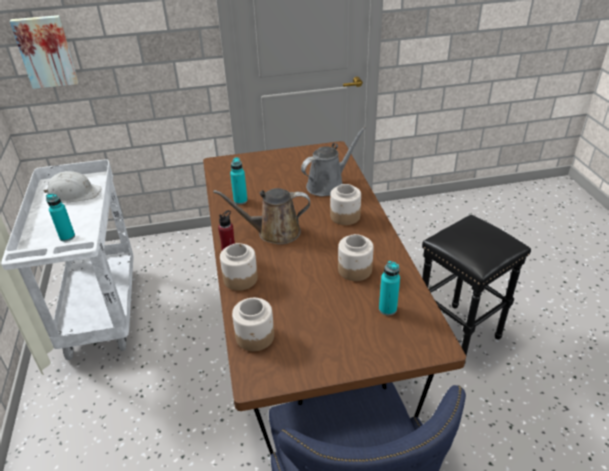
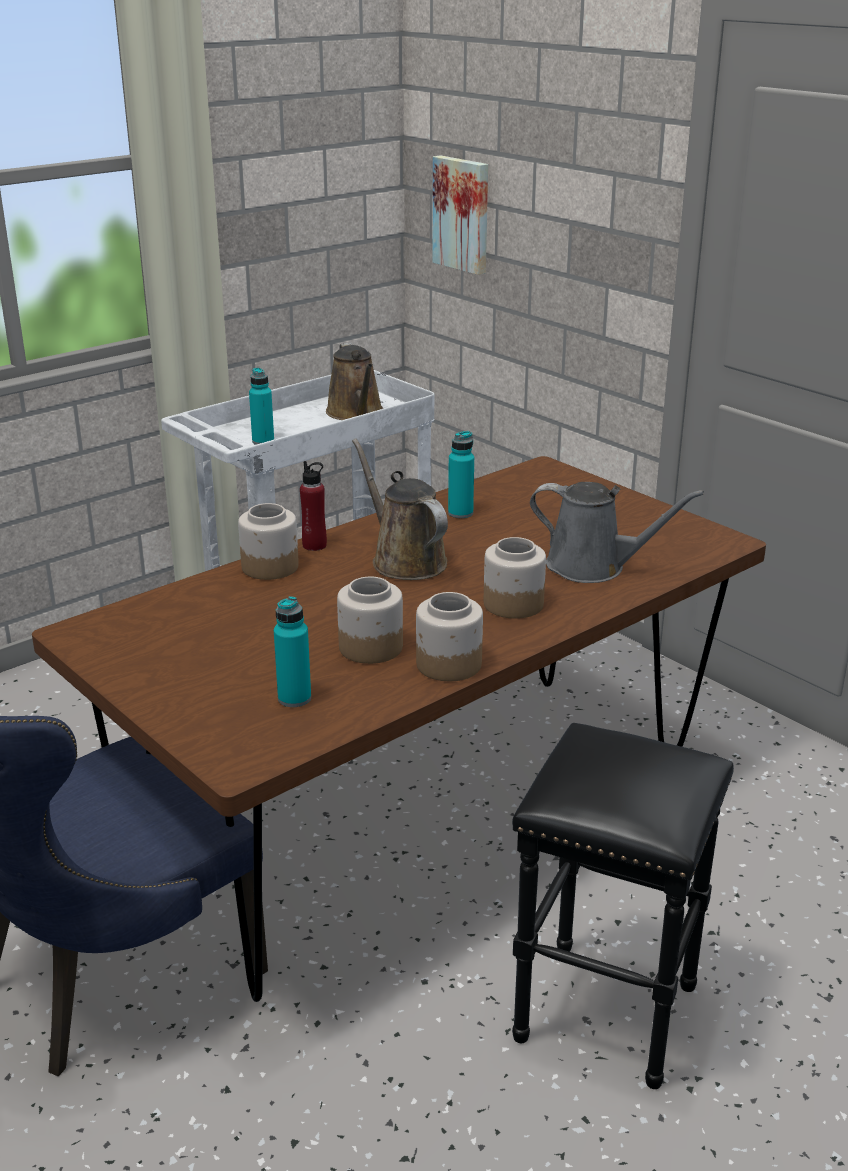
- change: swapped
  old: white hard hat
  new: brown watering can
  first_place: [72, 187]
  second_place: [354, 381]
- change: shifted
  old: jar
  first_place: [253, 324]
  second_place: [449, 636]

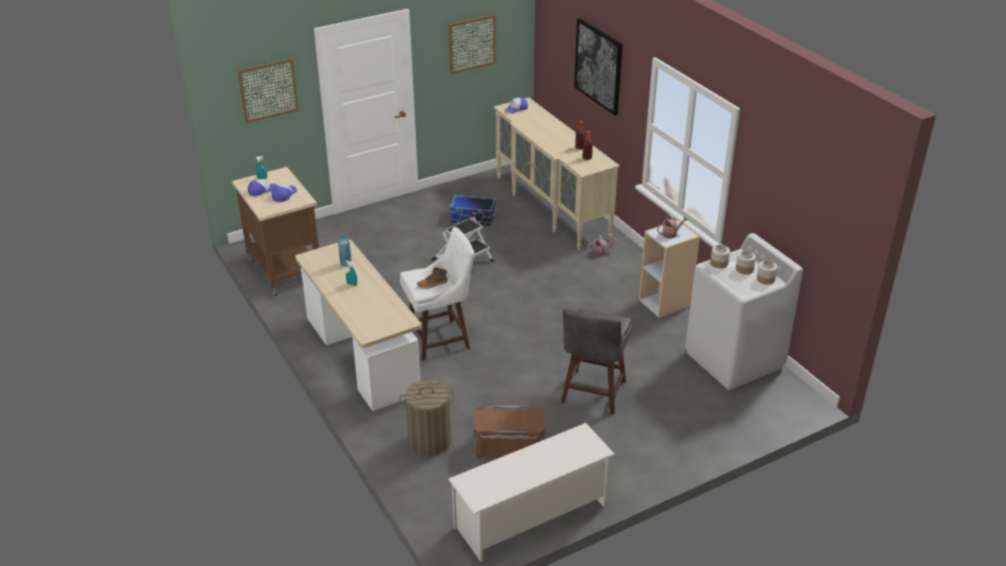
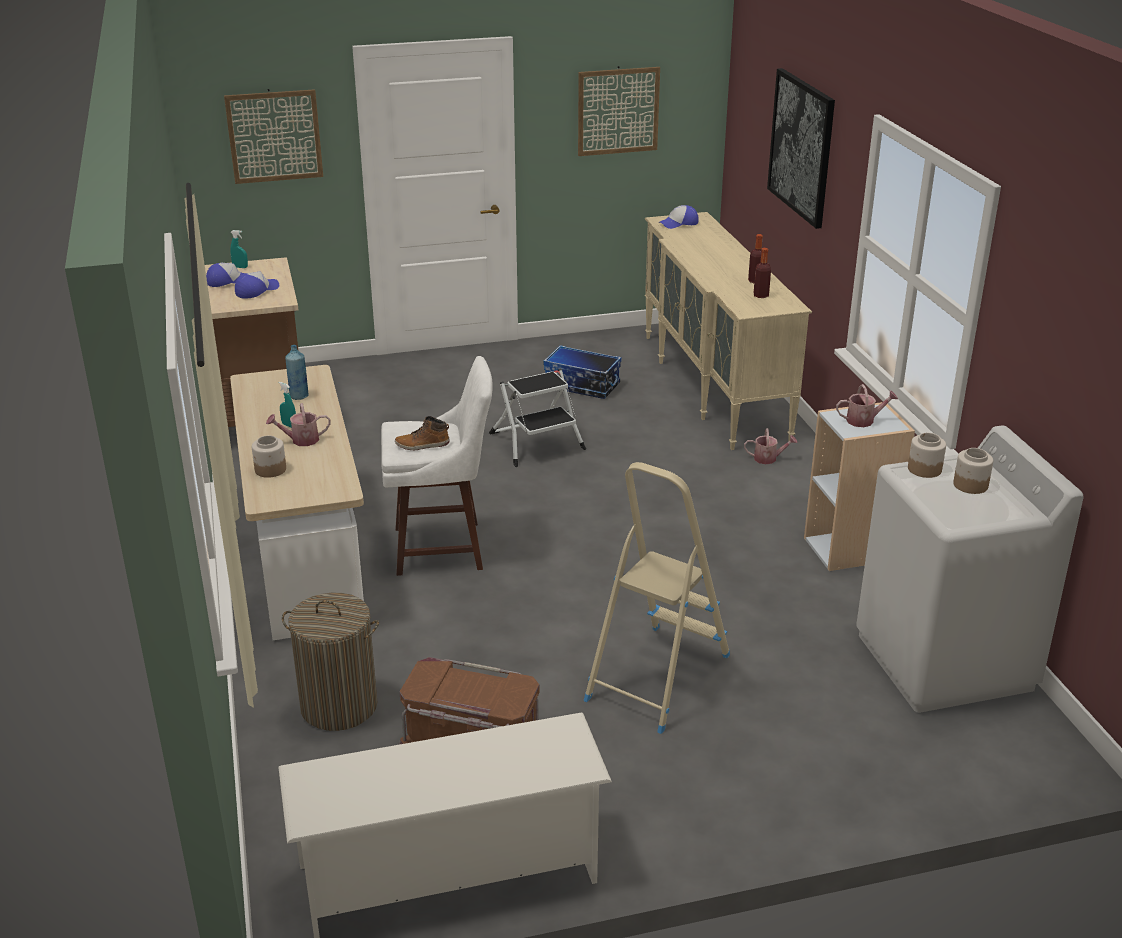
- change: shifted
  old: jar
  first_place: [767, 272]
  second_place: [269, 456]
- change: swapped
  old: grey stool
  new: beige step ladder
  first_place: [596, 361]
  second_place: [657, 598]
- change: new
  new: watering can
  second_place: [298, 424]

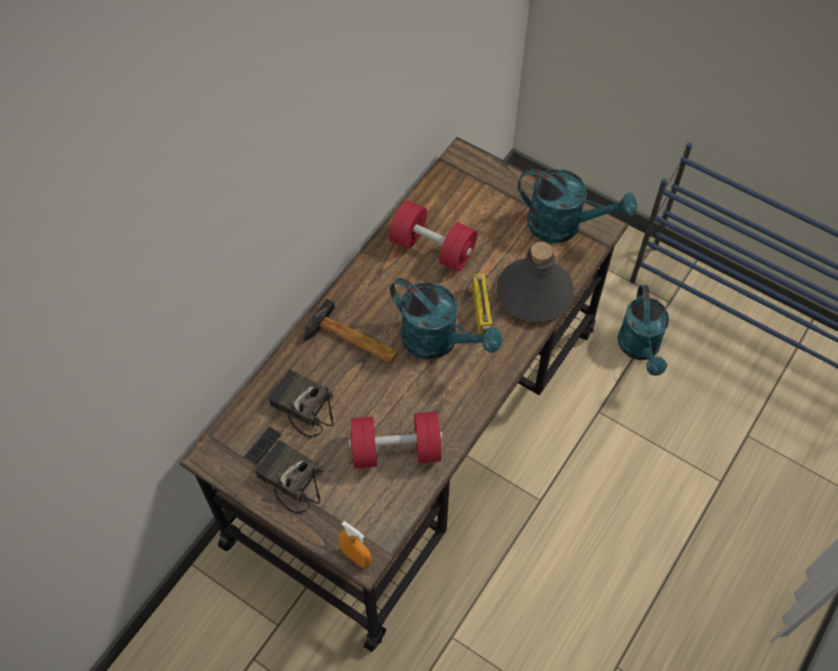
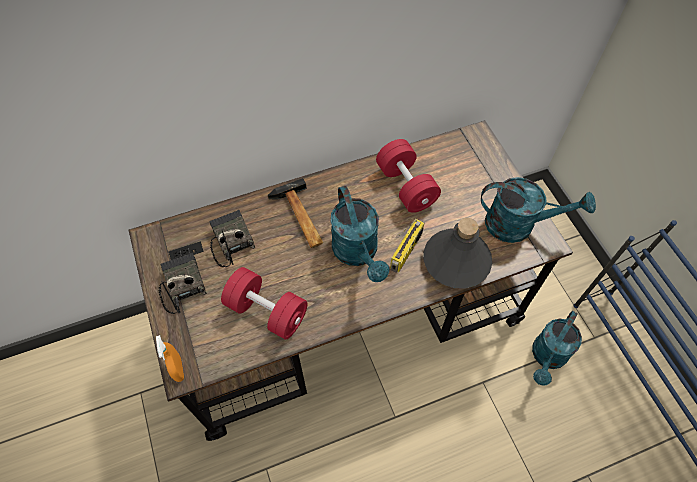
- change: rotated
  old: turquoise watering can
  first_place: [577, 206]
  second_place: [538, 210]
  degrees: -45

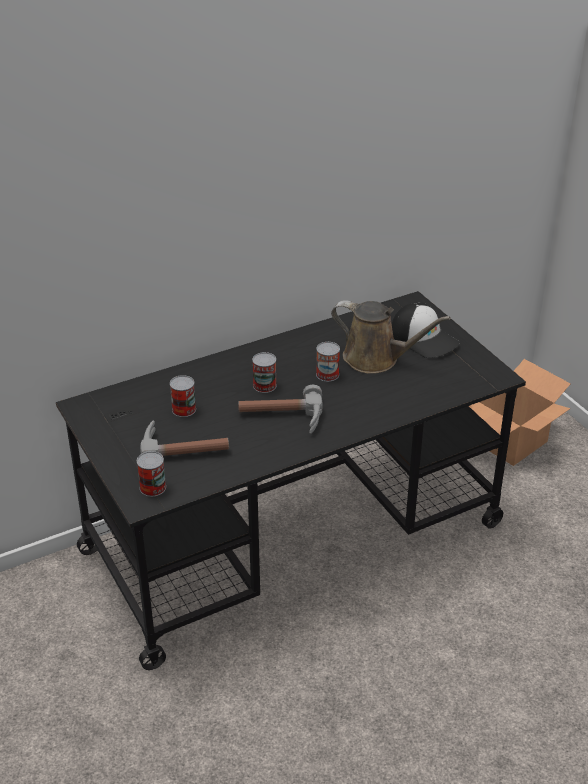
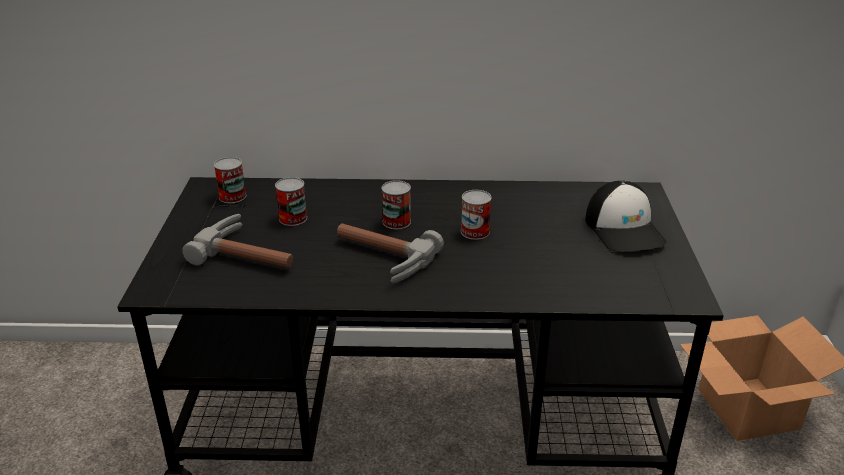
- change: gone
  old: brown watering can
  first_place: [391, 337]
- change: shifted
  old: can
  first_place: [151, 474]
  second_place: [230, 180]

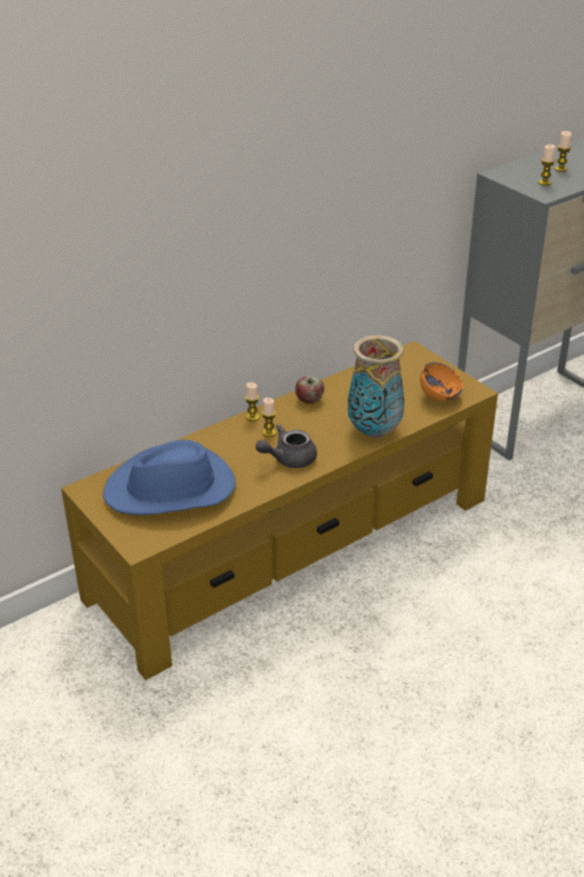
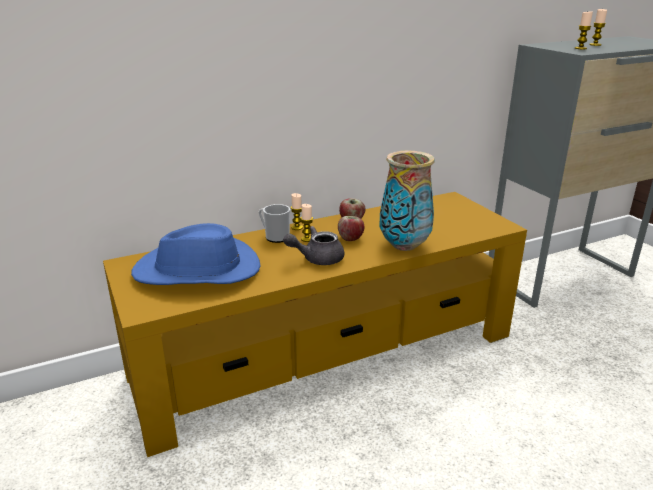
- change: gone
  old: orange bowl
  first_place: [441, 382]
- change: new
  new: mug
  second_place: [274, 223]
- change: new
  new: apple
  second_place: [351, 228]

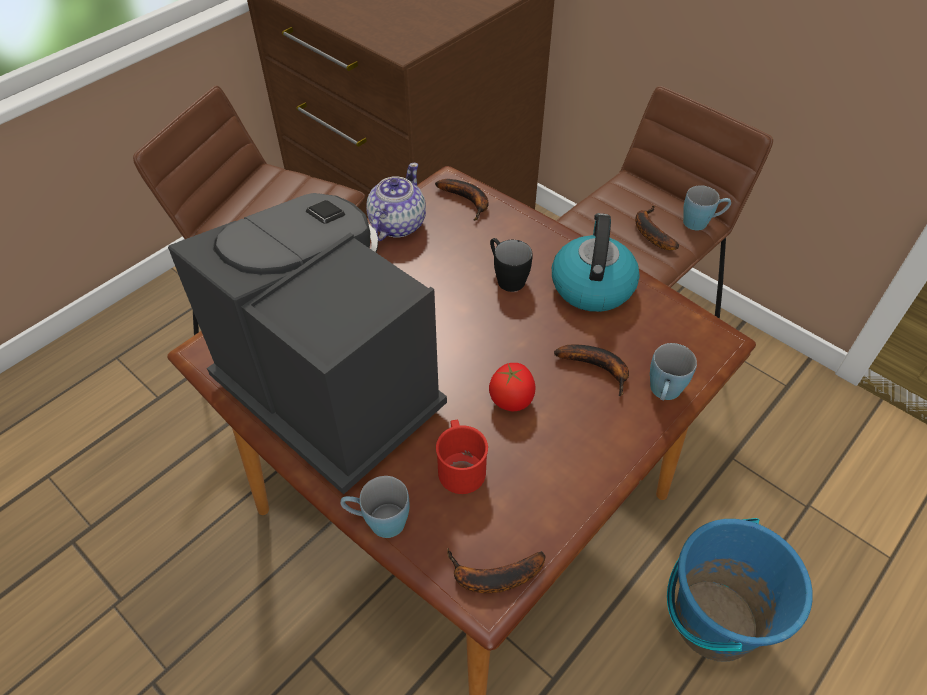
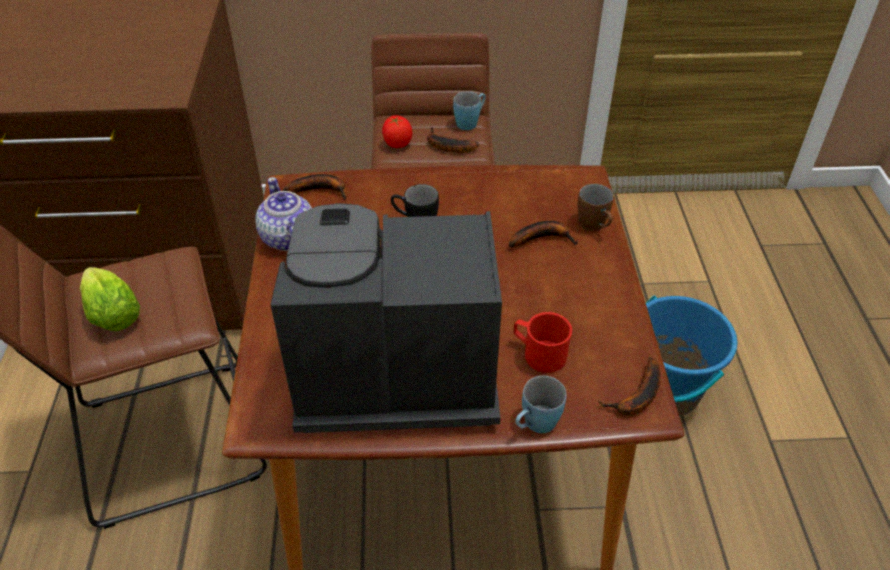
- change: gone
  old: kettle
  first_place: [596, 262]
- change: repainted
  old: blue mug
  new: brown mug
  first_place: [673, 372]
  second_place: [595, 207]
- change: shifted
  old: tomato
  first_place: [512, 387]
  second_place: [397, 131]
- change: new
  new: lettuce
  second_place: [110, 299]

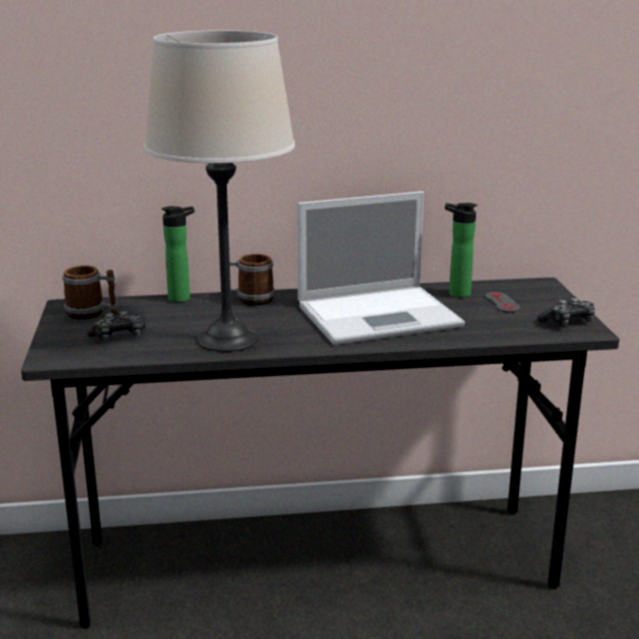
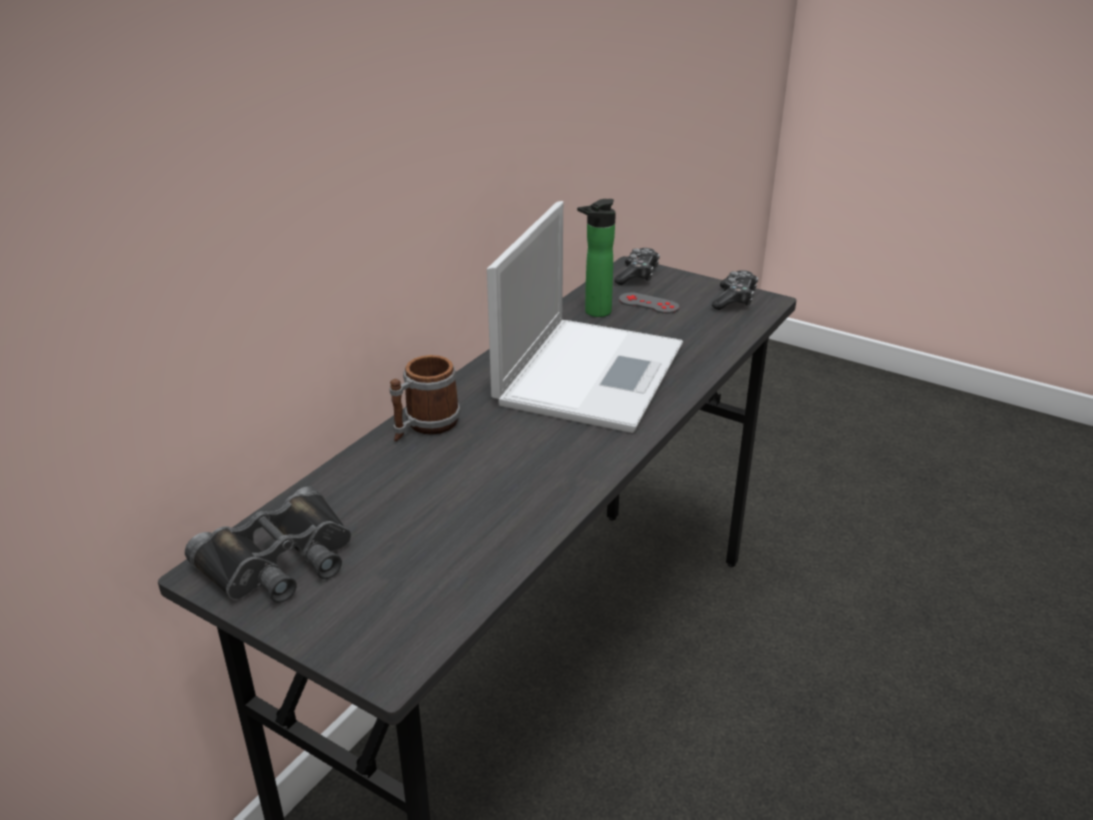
- change: gone
  old: beige table lamp
  first_place: [219, 191]
- change: gone
  old: bottle
  first_place: [178, 254]
- change: swapped
  old: mug
  new: black binoculars
  first_place: [90, 292]
  second_place: [268, 544]
- change: shifted
  old: game controller
  first_place: [116, 326]
  second_place: [637, 266]

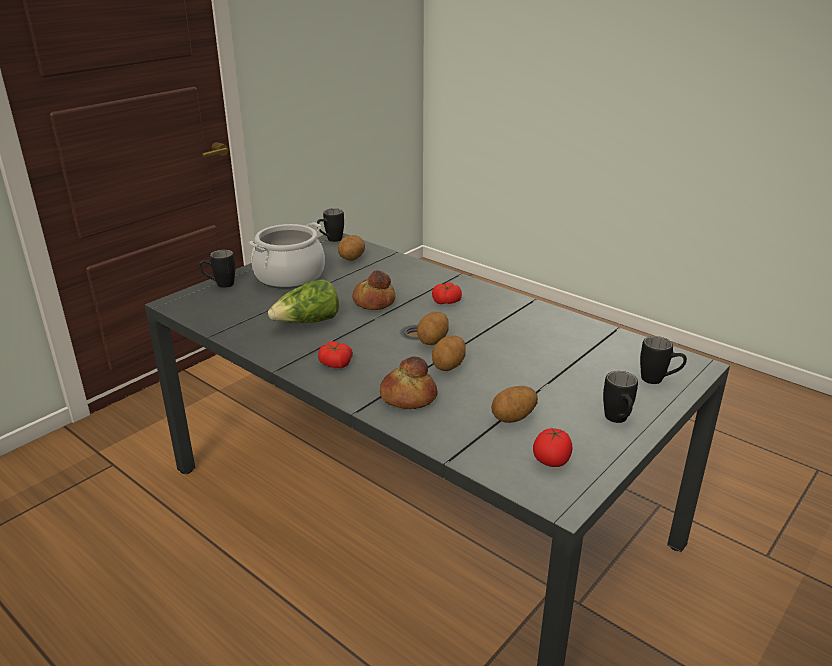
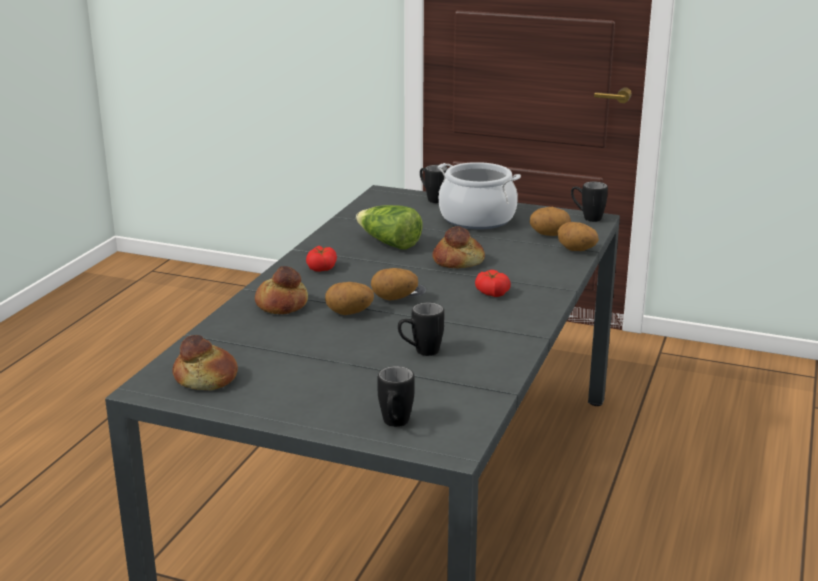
- change: shifted
  old: black mug
  first_place: [620, 397]
  second_place: [421, 329]
- change: shifted
  old: potato
  first_place: [514, 404]
  second_place: [578, 236]
- change: swapped
  old: tomato
  new: bread
  first_place: [552, 447]
  second_place: [205, 362]

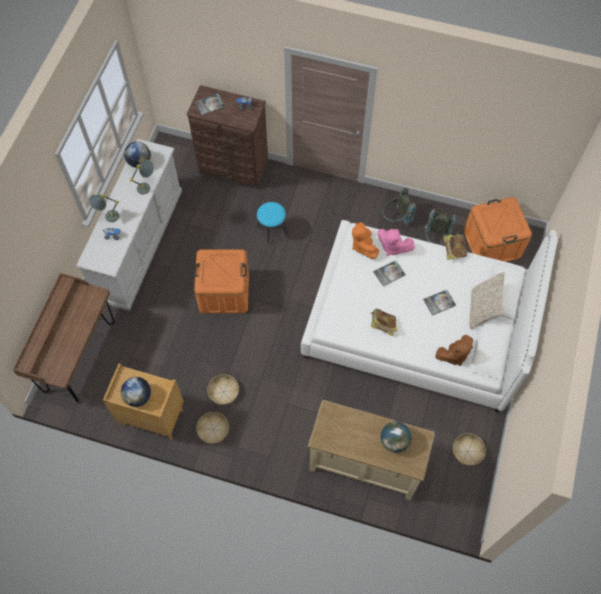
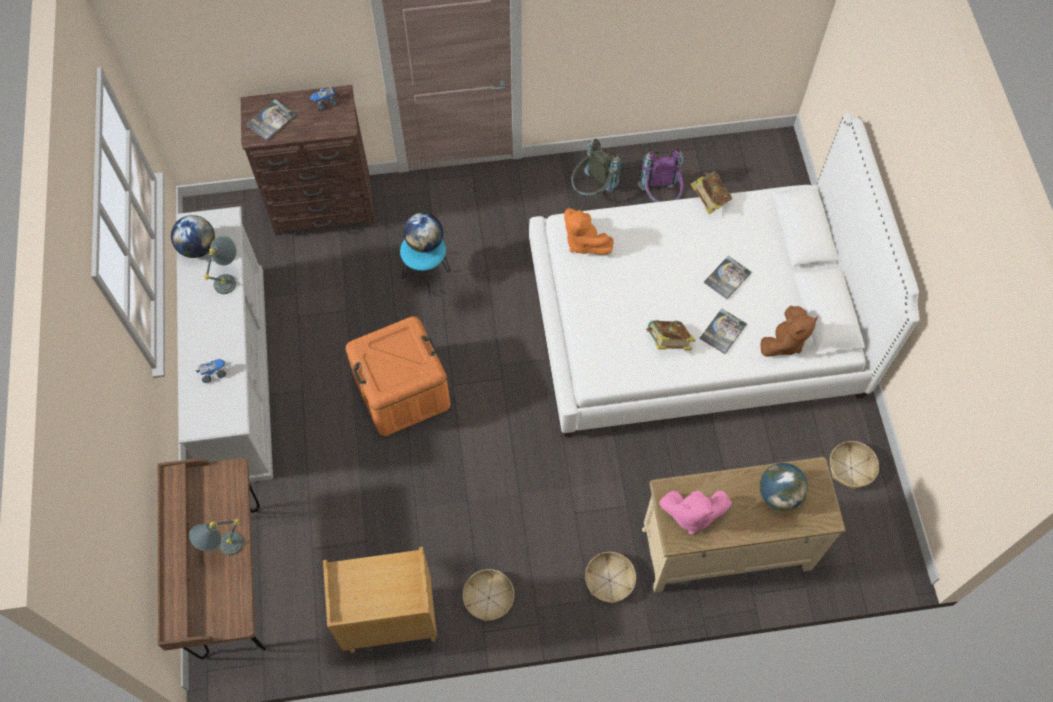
- change: shifted
  old: grey table lamp
  first_place: [104, 208]
  second_place: [216, 537]
- change: gone
  old: orange storage box
  first_place: [498, 229]
- change: repainted
  old: grey backpack
  new: purple backpack
  first_place: [440, 226]
  second_place: [661, 175]
- change: shifted
  old: pink plush toy
  first_place: [396, 242]
  second_place: [695, 512]
- change: shifted
  old: book
  first_place: [389, 273]
  second_place: [723, 331]
- change: gone
  old: beige pillow
  first_place: [487, 301]
- change: shifted
  old: basket
  first_place: [223, 389]
  second_place: [610, 577]
- change: shifted
  old: globe
  first_place: [136, 392]
  second_place: [423, 232]

